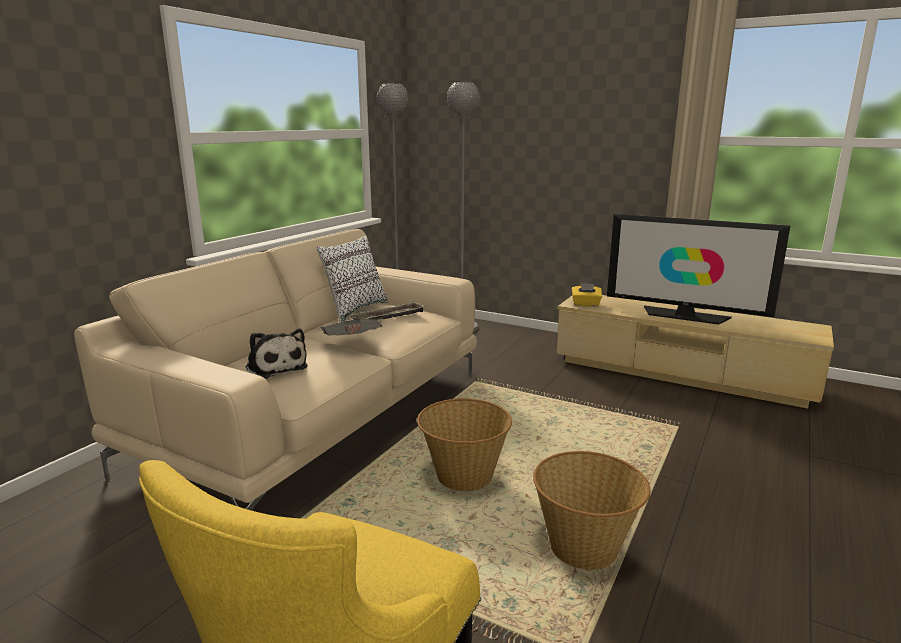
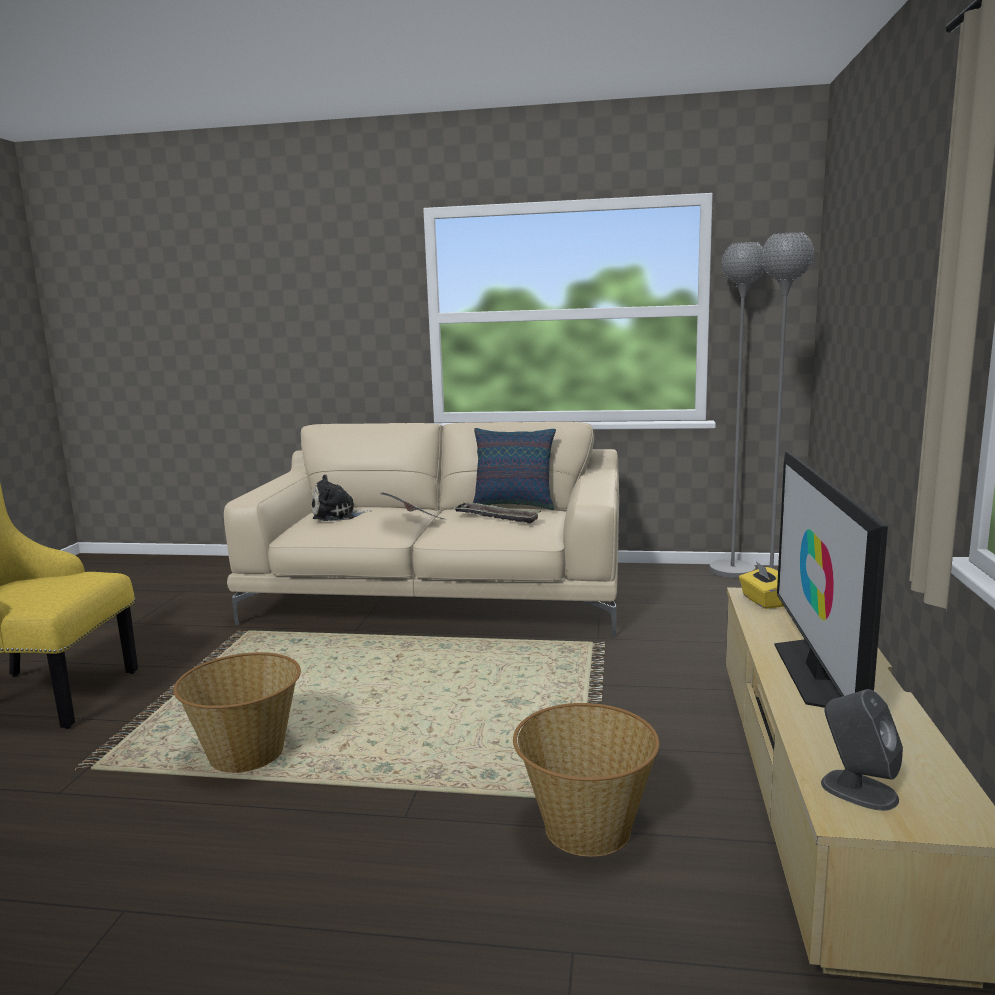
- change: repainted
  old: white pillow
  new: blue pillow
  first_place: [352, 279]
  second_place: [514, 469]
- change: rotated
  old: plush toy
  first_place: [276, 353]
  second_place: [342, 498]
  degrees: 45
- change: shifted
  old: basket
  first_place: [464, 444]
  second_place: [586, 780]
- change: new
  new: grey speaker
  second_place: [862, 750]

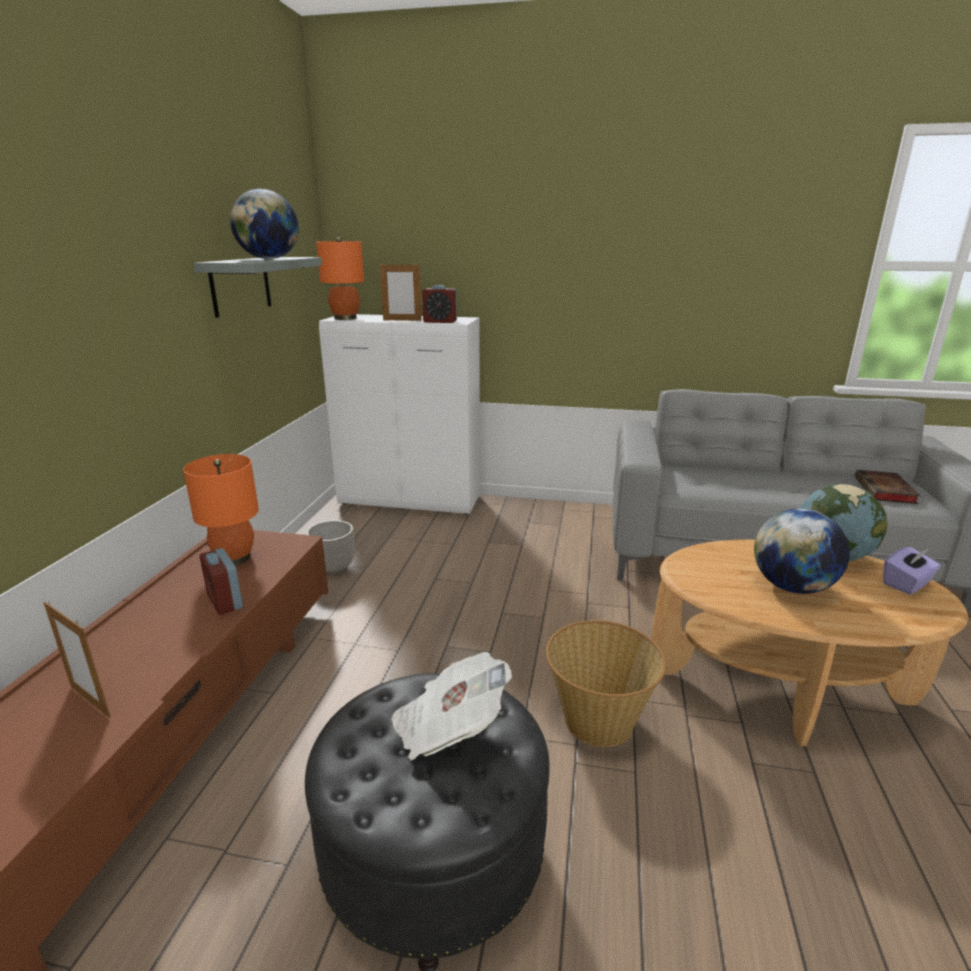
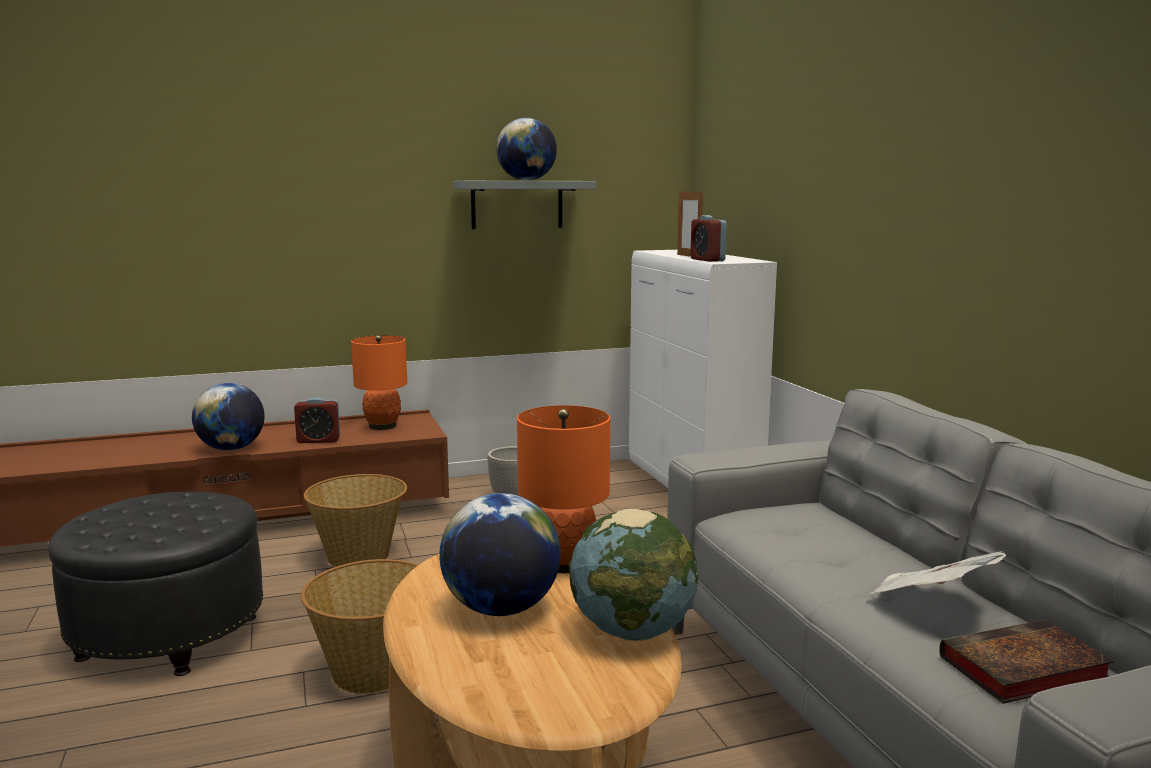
- change: shifted
  old: orange table lamp
  first_place: [340, 279]
  second_place: [563, 489]
- change: gone
  old: purple tissue box
  first_place: [912, 571]
- change: rotated
  old: alarm clock
  first_place: [221, 581]
  second_place: [317, 420]
  degrees: -120
- change: gone
  old: picture frame
  first_place: [77, 659]
- change: shifted
  old: newspaper
  first_place: [451, 706]
  second_place: [937, 572]
- change: new
  new: globe
  second_place: [228, 416]
- change: new
  new: basket
  second_place: [355, 520]

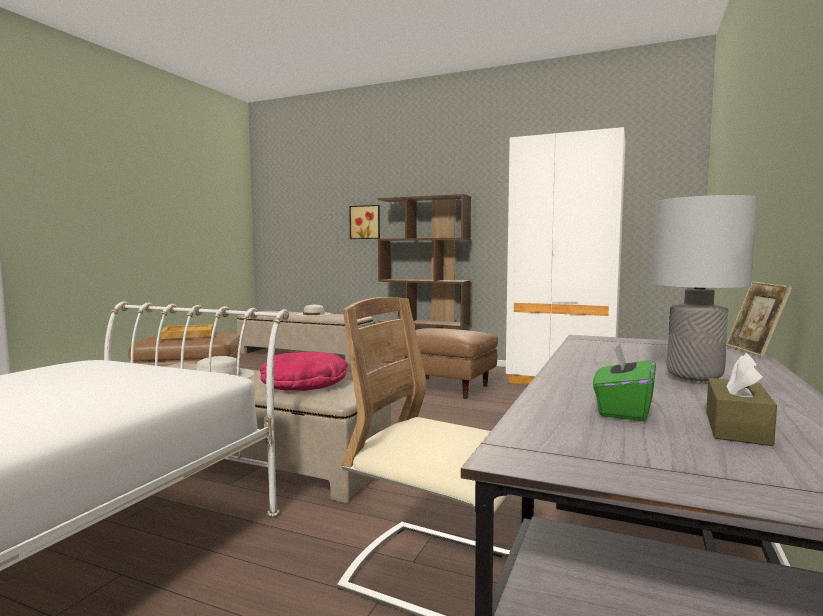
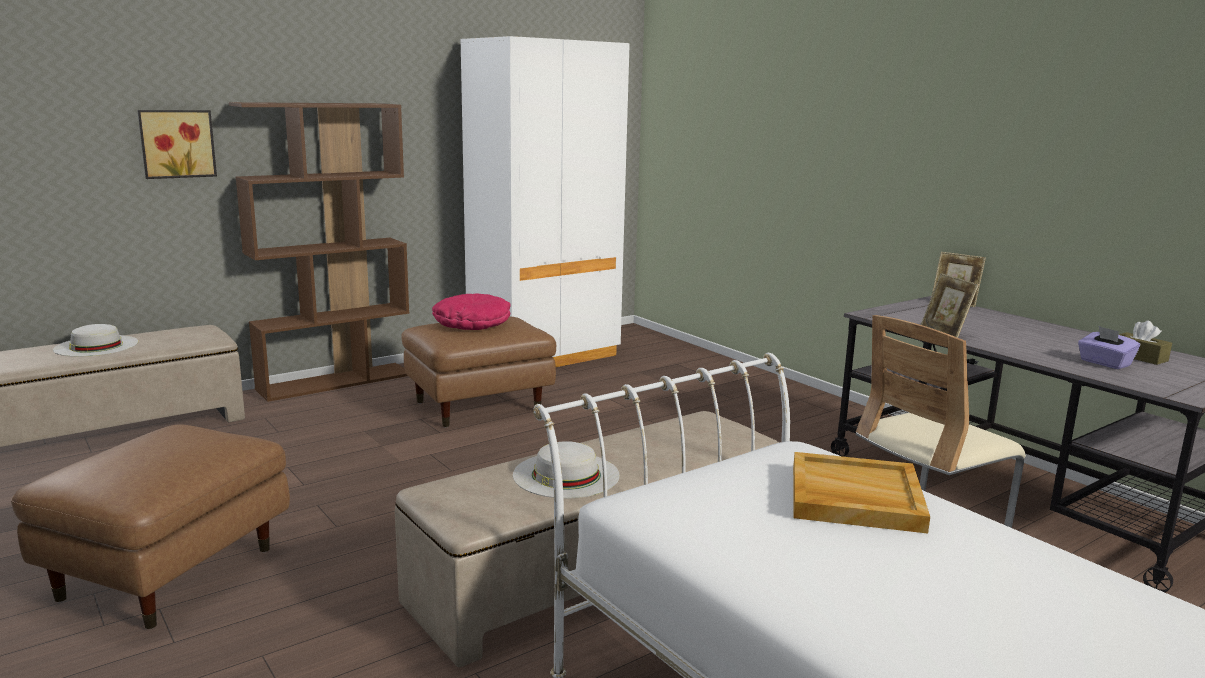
- change: gone
  old: grey table lamp
  first_place: [705, 288]
- change: shifted
  old: beige tray
  first_place: [186, 331]
  second_place: [861, 492]
- change: repainted
  old: green tissue box
  new: purple tissue box
  first_place: [624, 382]
  second_place: [1109, 347]
- change: shifted
  old: pink pillow
  first_place: [304, 371]
  second_place: [471, 311]
- change: new
  new: picture frame
  second_place: [950, 305]

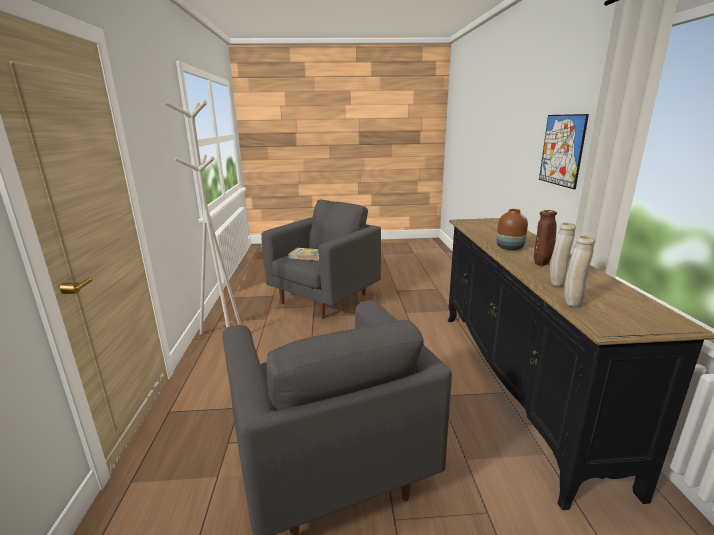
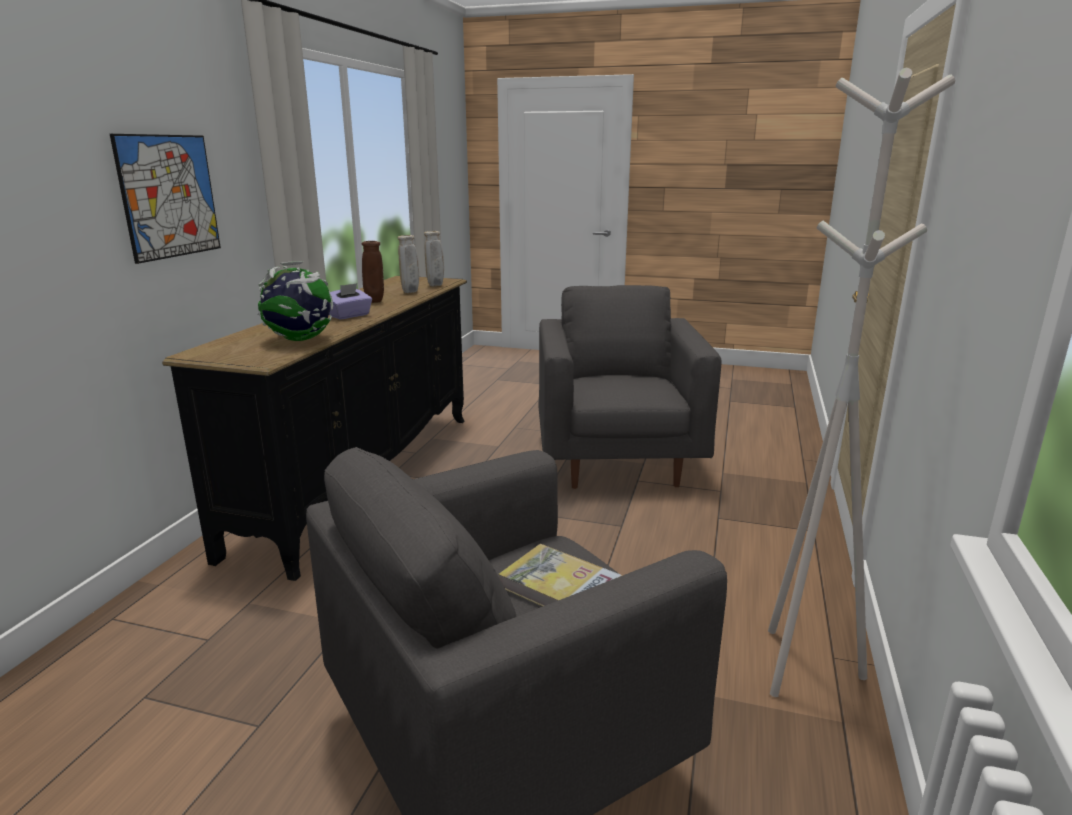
- change: swapped
  old: brown vase
  new: purple tissue box
  first_place: [512, 229]
  second_place: [350, 301]
- change: new
  new: globe
  second_place: [295, 301]

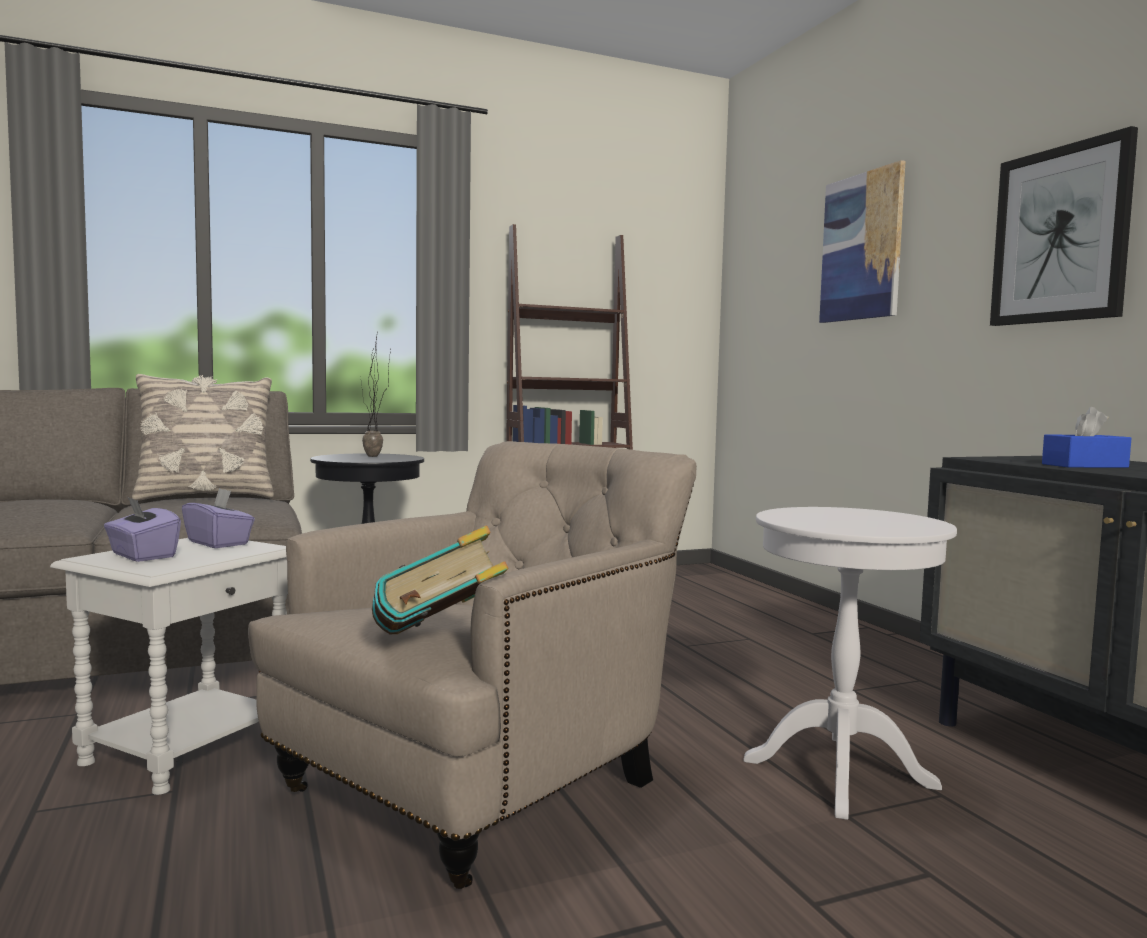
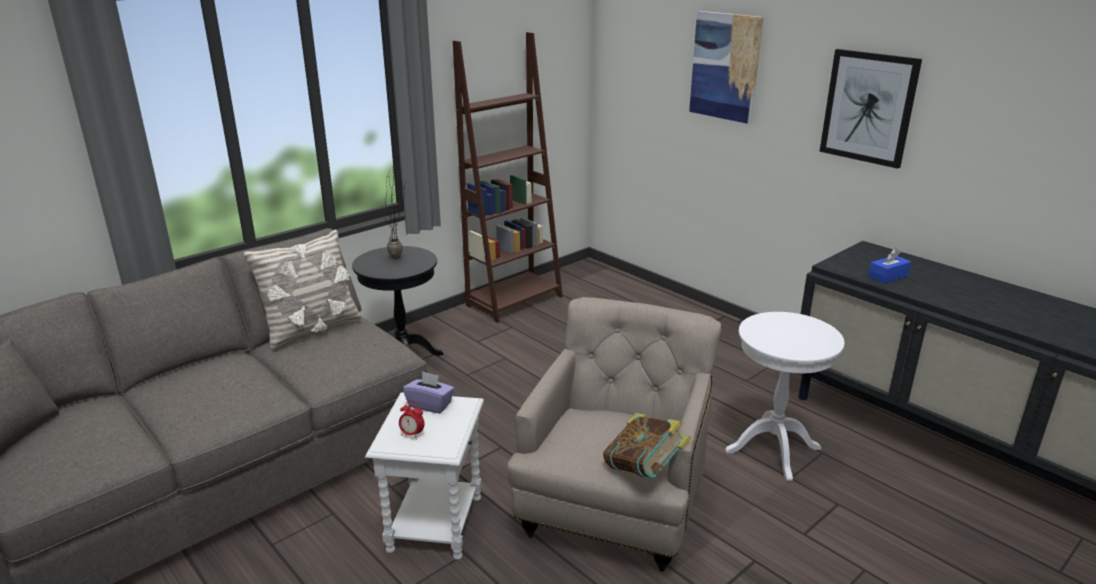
- change: swapped
  old: purple tissue box
  new: alarm clock
  first_place: [142, 529]
  second_place: [411, 420]

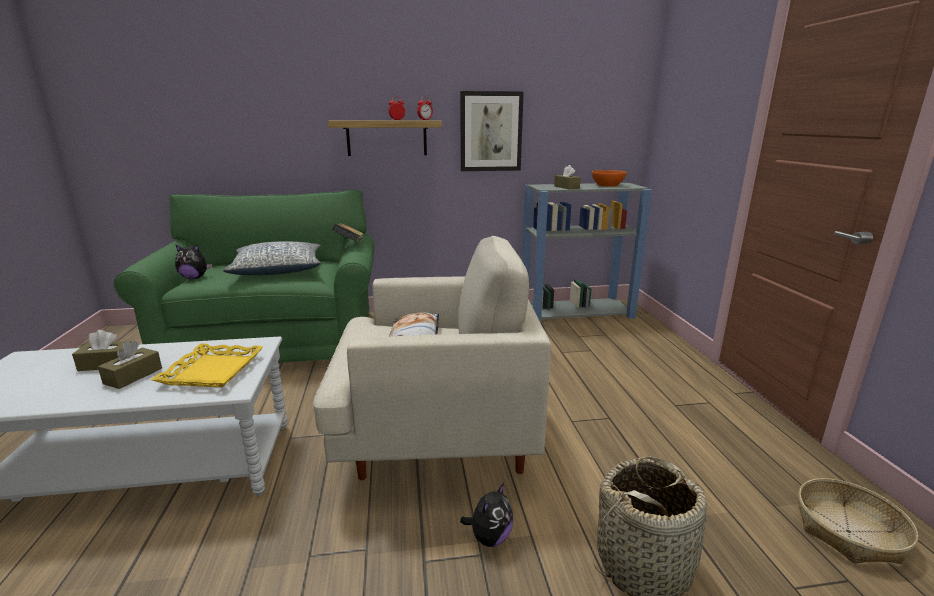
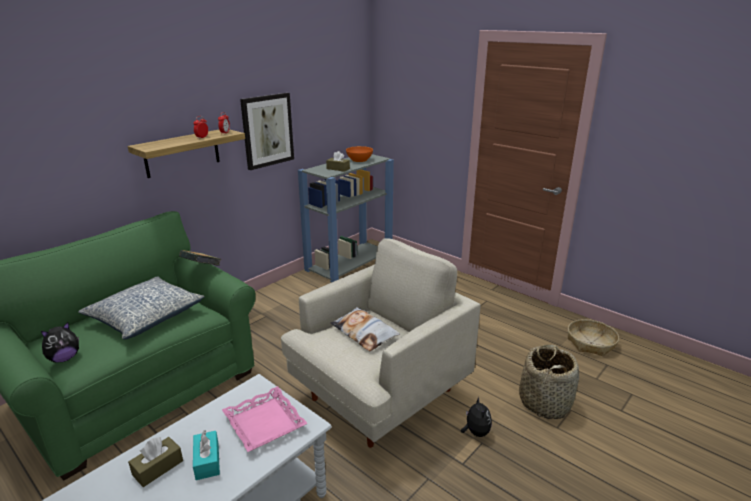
- change: repainted
  old: brown tissue box
  new: turquoise tissue box
  first_place: [130, 365]
  second_place: [206, 455]
- change: repainted
  old: yellow tray
  new: pink tray
  first_place: [207, 365]
  second_place: [265, 419]

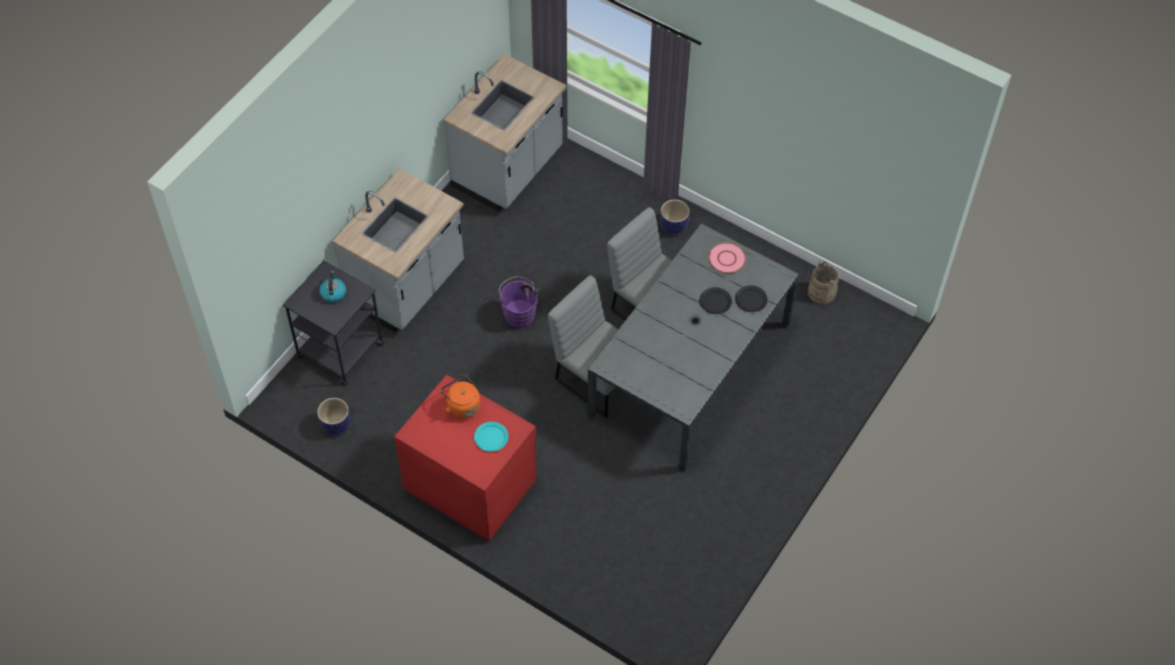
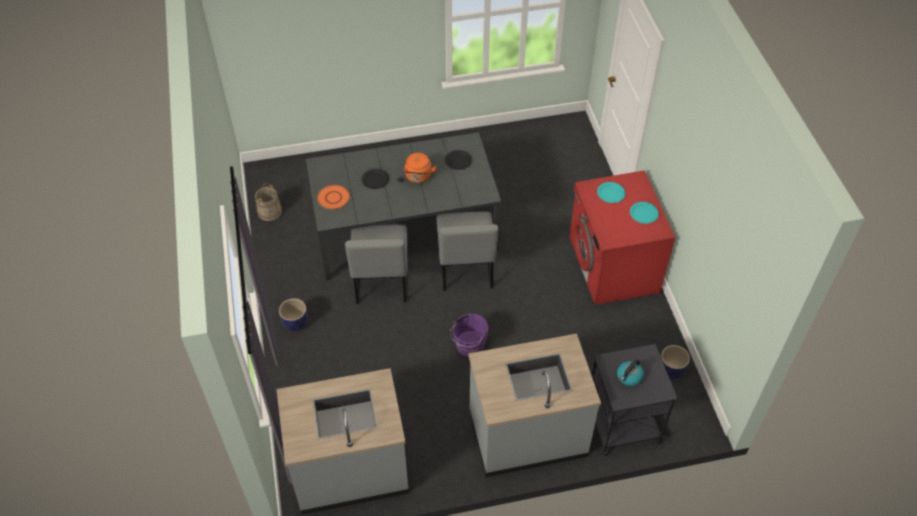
- change: repainted
  old: pink plate
  new: orange plate
  first_place: [727, 258]
  second_place: [333, 197]
- change: shifted
  old: black plate
  first_place: [751, 298]
  second_place: [458, 160]
- change: shifted
  old: orange kettle
  first_place: [460, 396]
  second_place: [420, 168]
- change: new
  new: turquoise plate
  second_place: [644, 213]

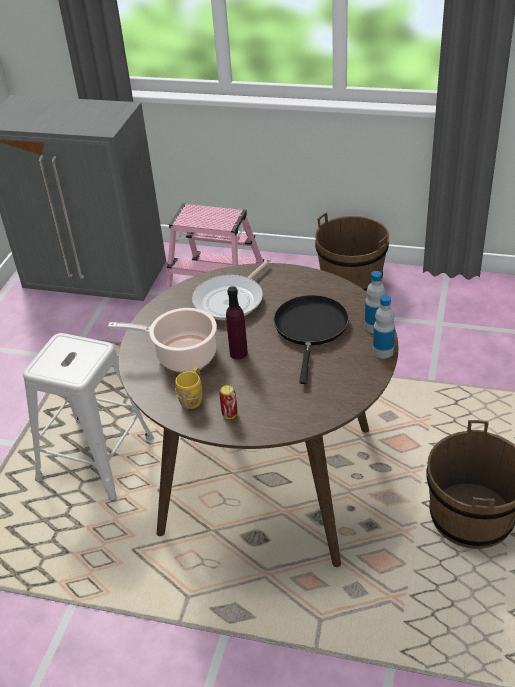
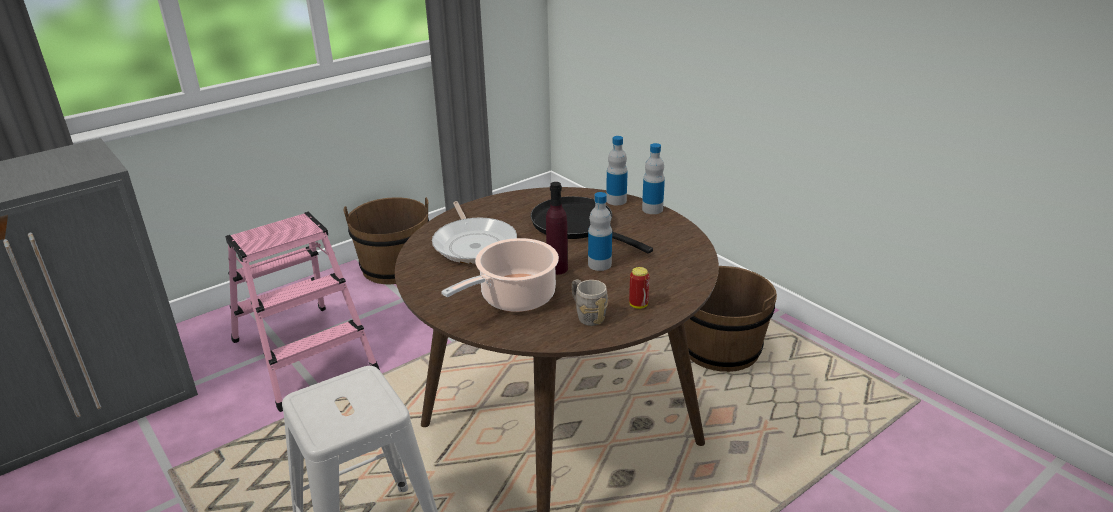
- change: repainted
  old: yellow mug
  new: grey mug
  first_place: [188, 388]
  second_place: [590, 302]
- change: new
  new: bottle
  second_place: [600, 231]

